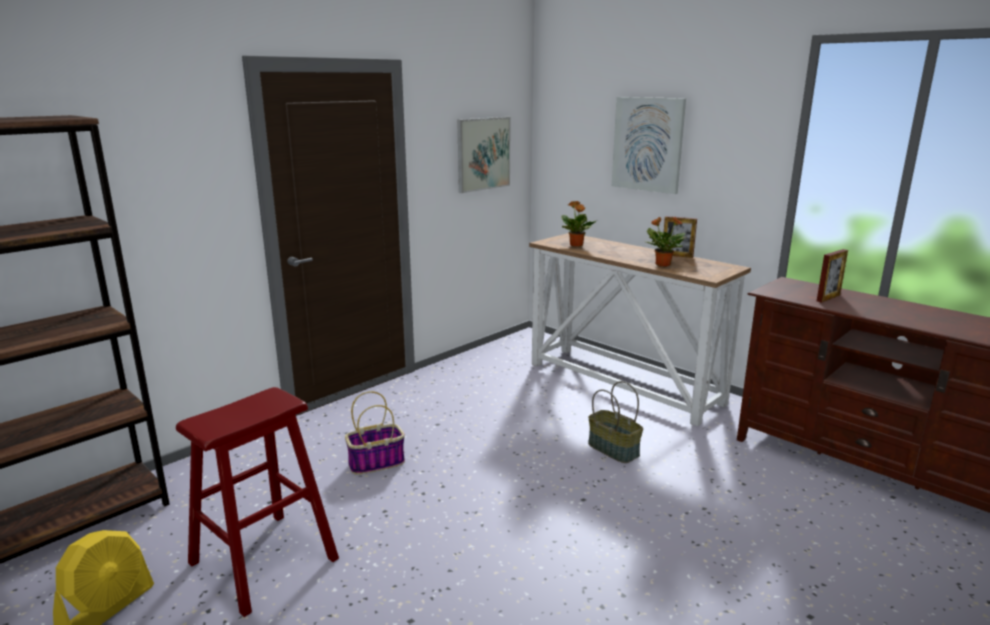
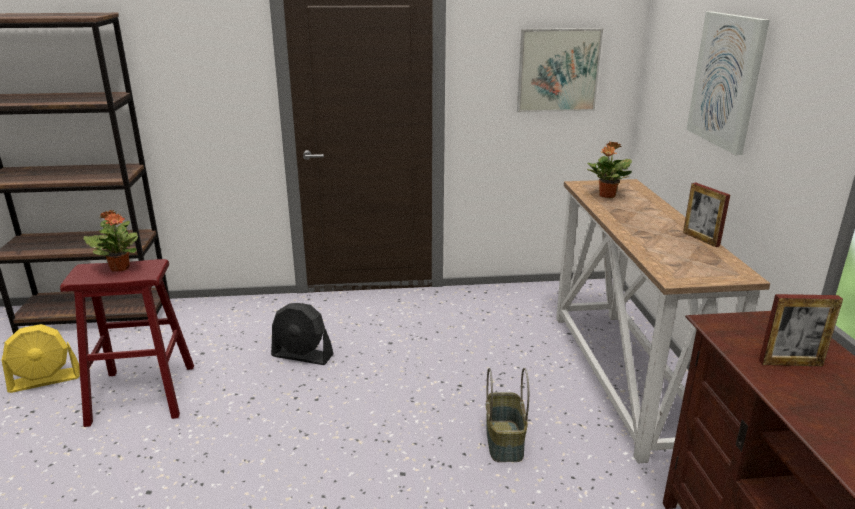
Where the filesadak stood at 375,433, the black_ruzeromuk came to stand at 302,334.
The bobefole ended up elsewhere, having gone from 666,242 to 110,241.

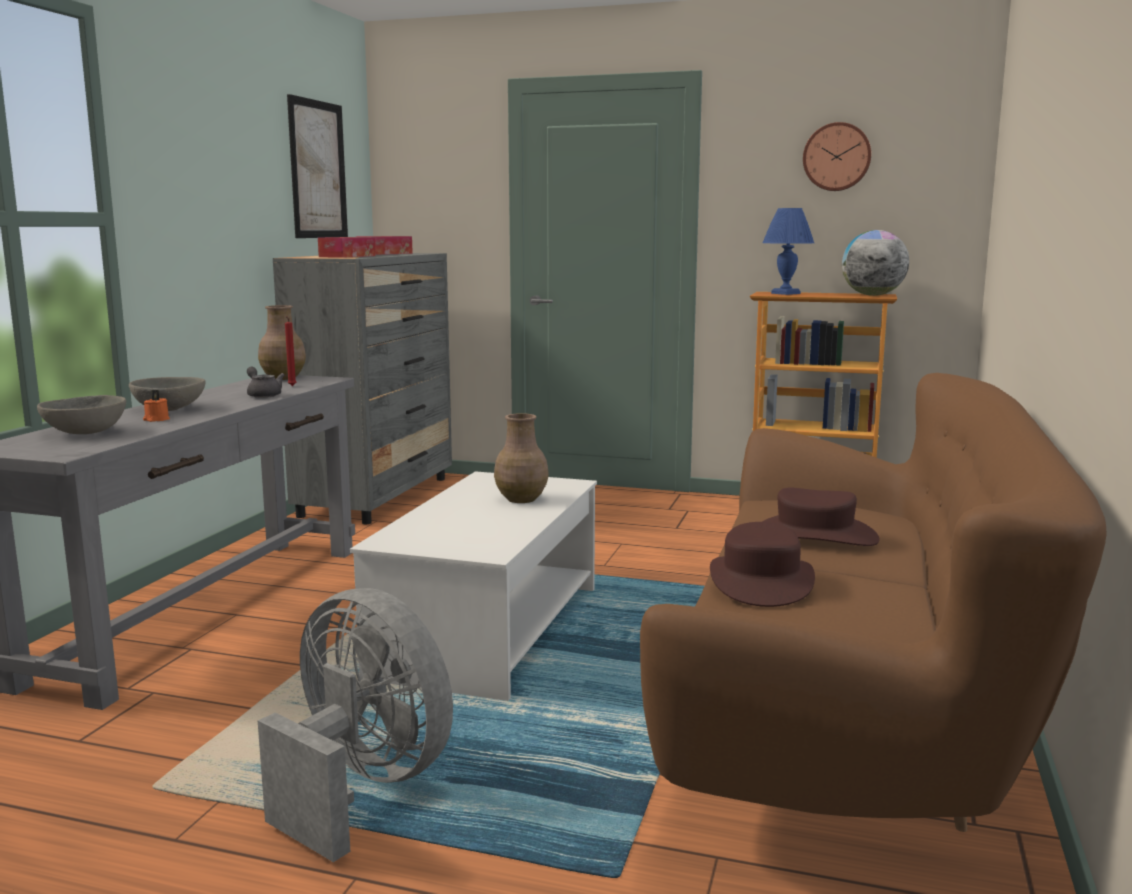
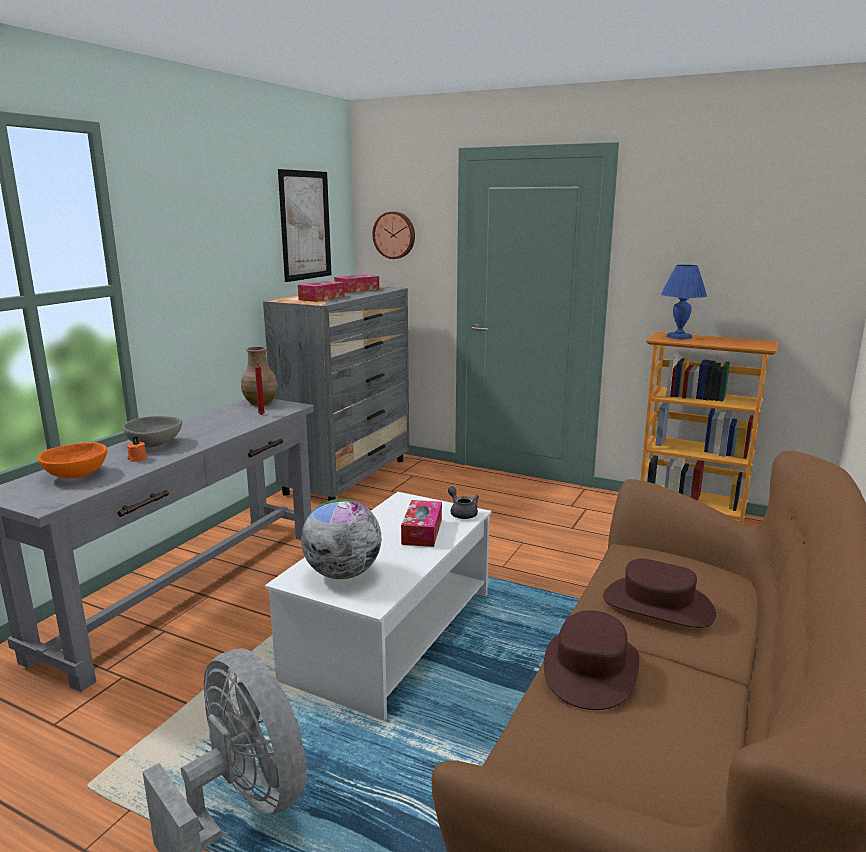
What was the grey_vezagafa at 81,414 turned into the orange_vezagafa at 72,460.
The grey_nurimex ended up elsewhere, having gone from 265,382 to 463,503.
Where the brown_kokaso stood at 521,458, the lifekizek came to stand at 421,523.
The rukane ended up elsewhere, having gone from 837,156 to 393,235.
The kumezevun ended up elsewhere, having gone from 875,263 to 341,539.

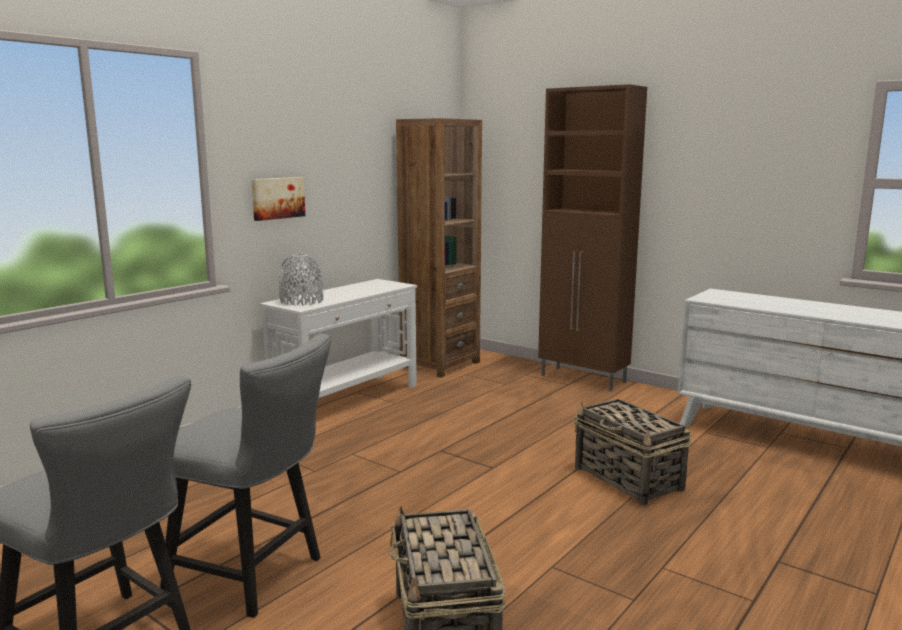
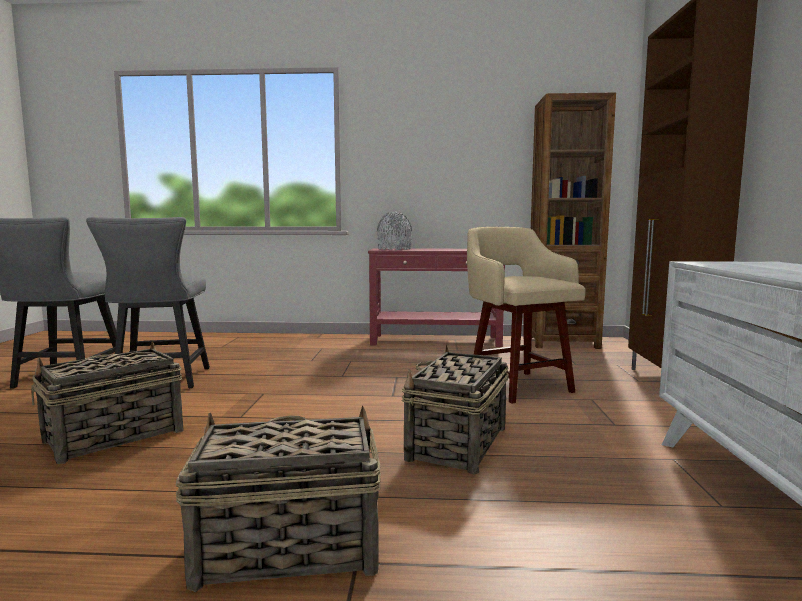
The second view lost the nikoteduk at 278,199.
What was the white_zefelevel at 338,338 turned into the red_zefelevel at 436,297.
The second view gained the filesadak at 278,499.
The second view gained the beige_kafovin at 526,315.

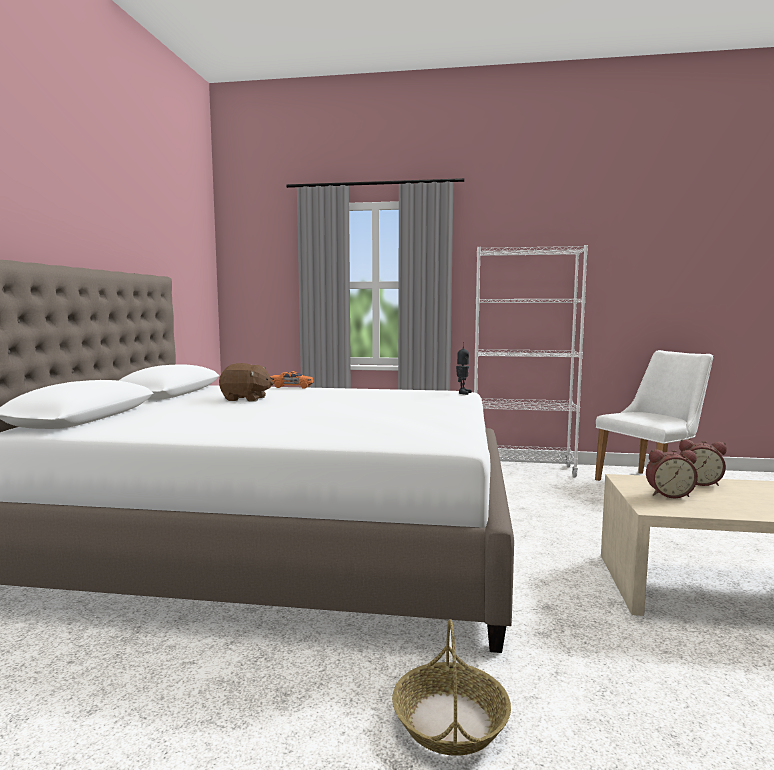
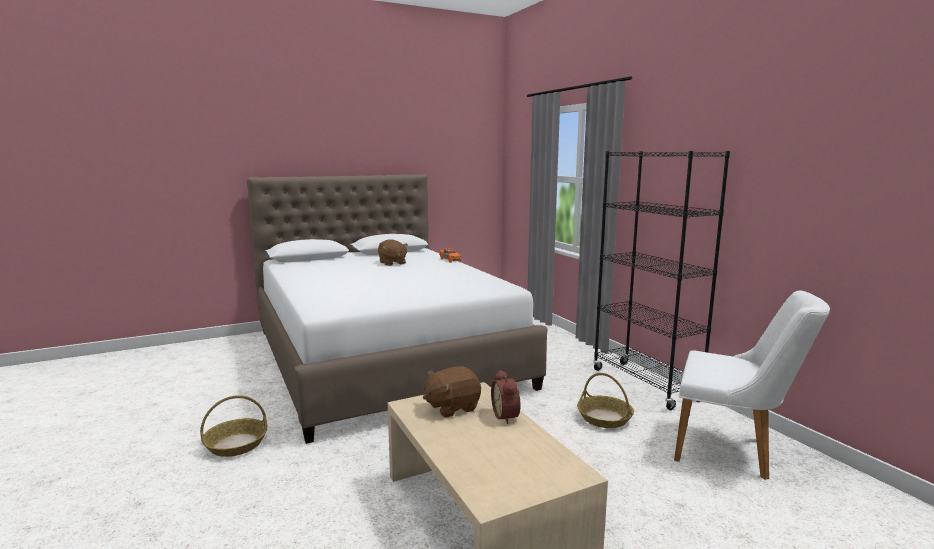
The second view lost the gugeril at 464,368.
What was the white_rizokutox at 531,361 turned into the black_rizokutox at 661,280.
Where the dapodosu stood at 672,473, the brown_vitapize came to stand at 452,392.
The second view gained the filesadak at 605,400.

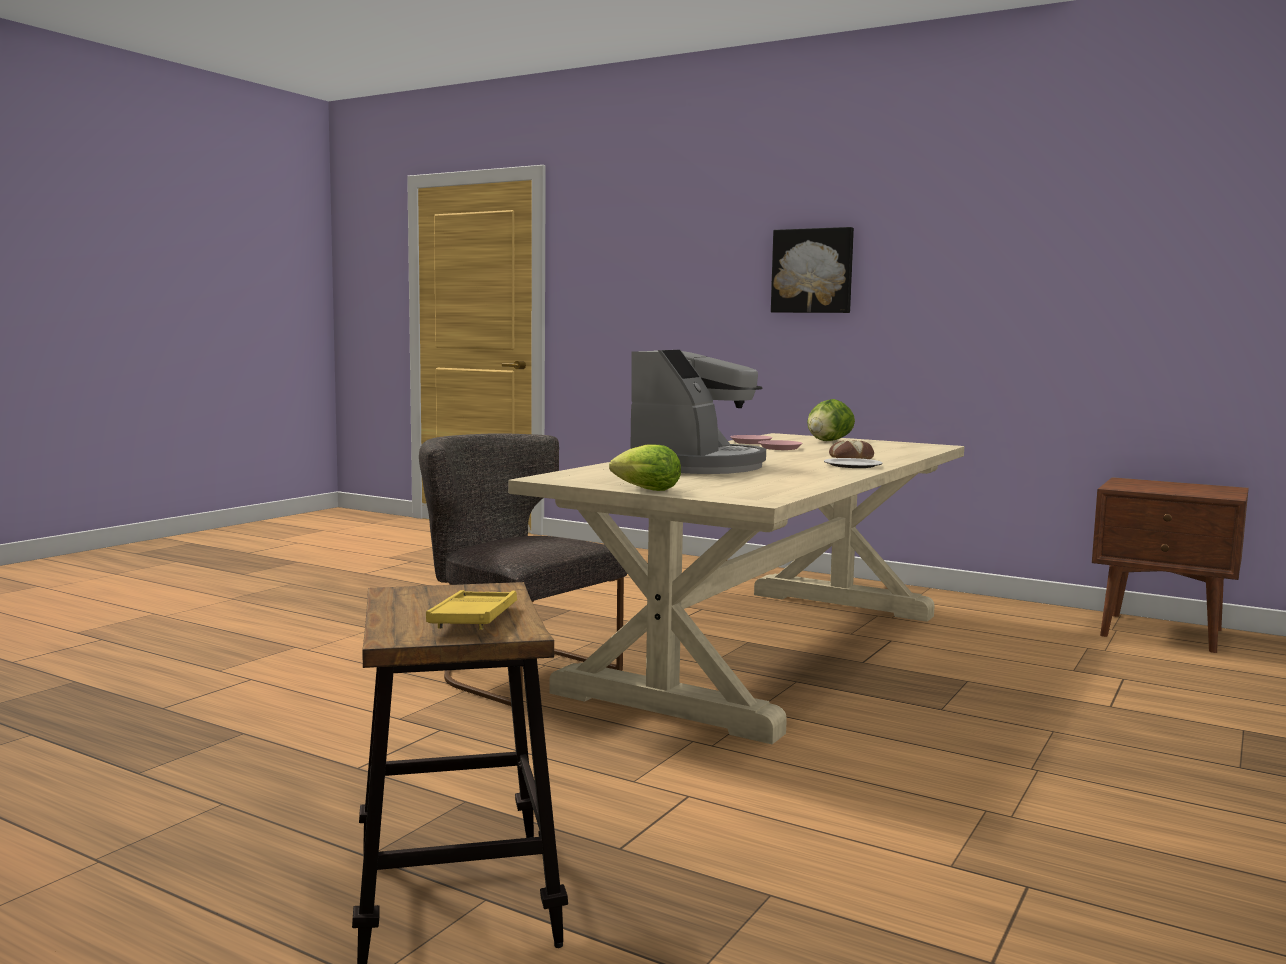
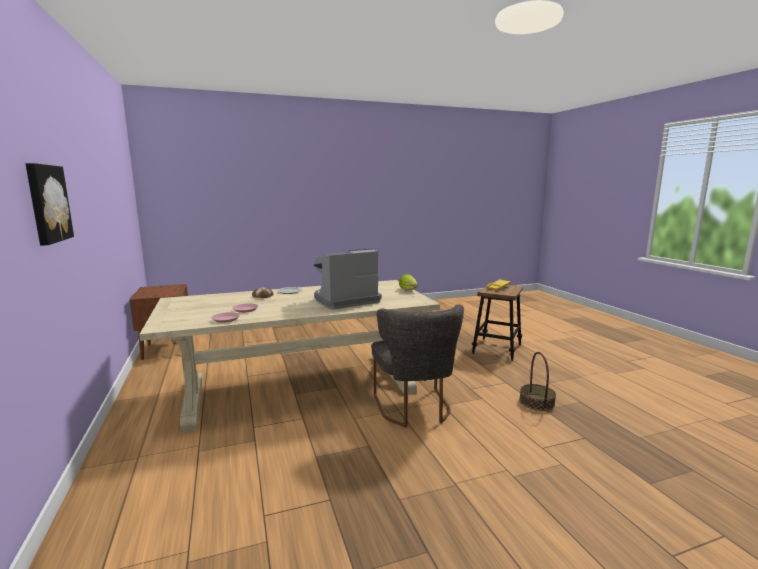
The second view lost the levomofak at 831,420.
The second view gained the filesadak at 537,381.

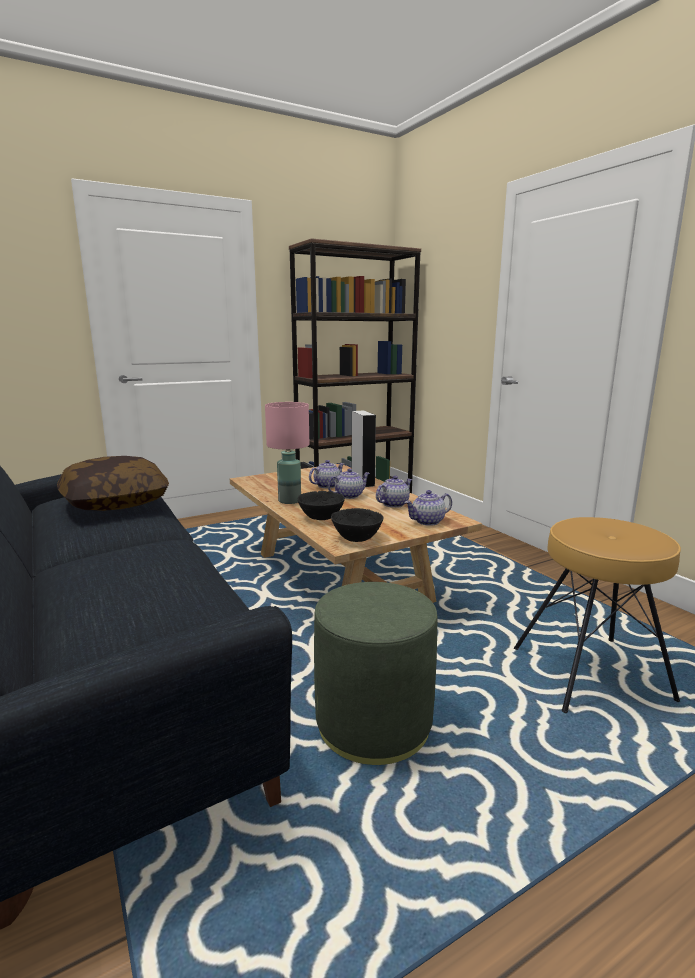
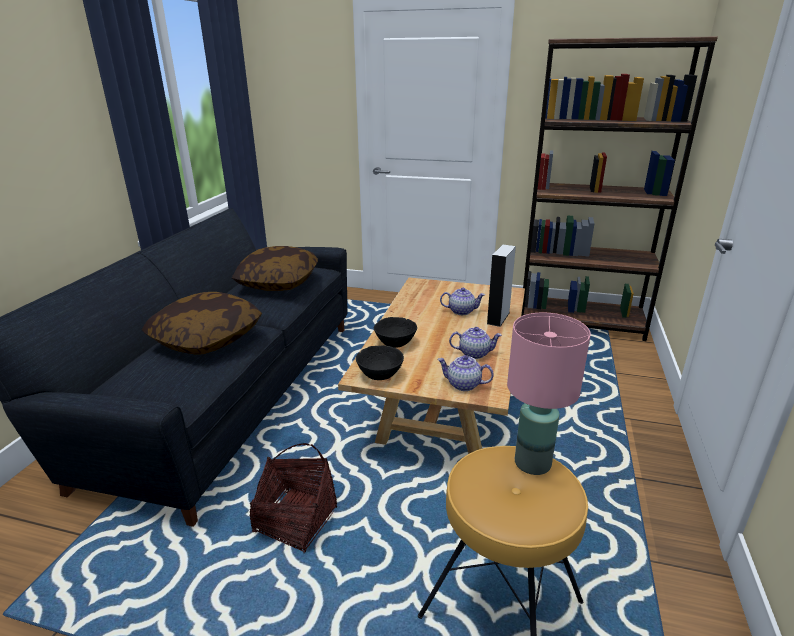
The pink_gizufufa ended up elsewhere, having gone from 287,453 to 549,394.
Where the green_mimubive stood at 375,673, the filesadak came to stand at 293,498.
The second view lost the nurimex at 349,483.
The second view gained the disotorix at 202,323.

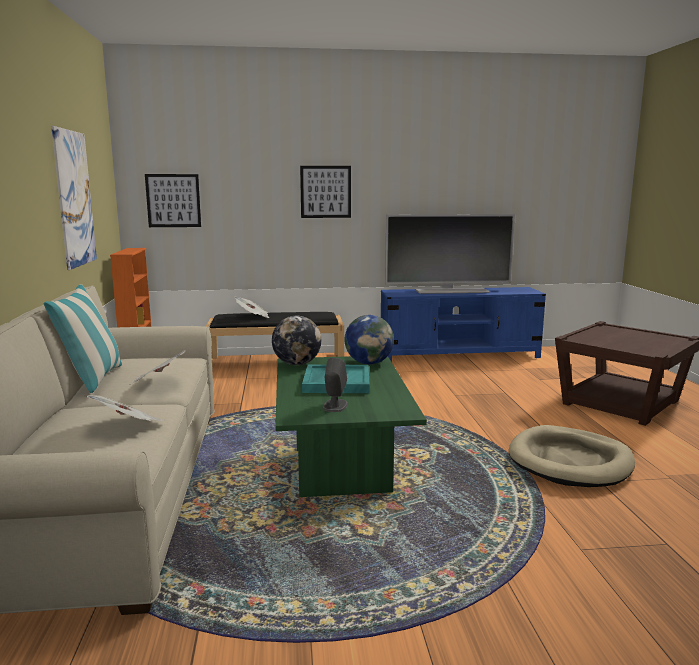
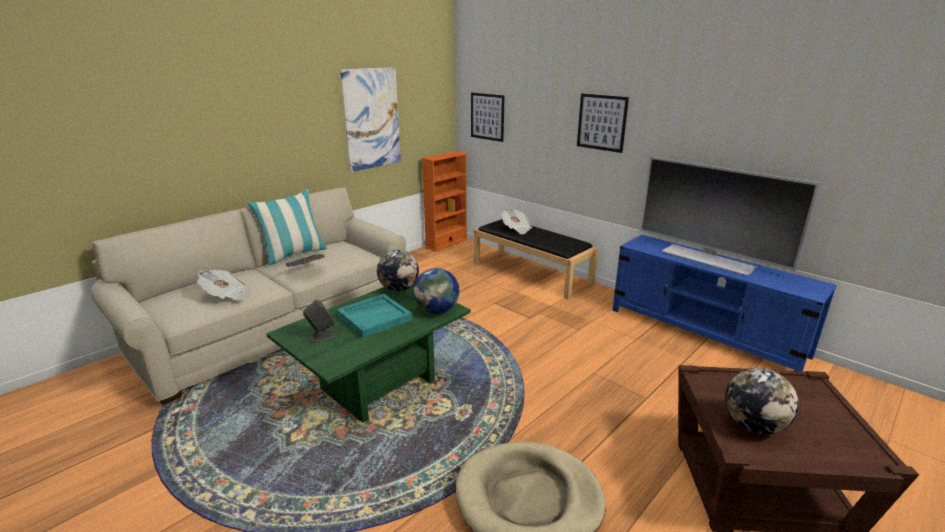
The second view gained the kumezevun at 762,401.

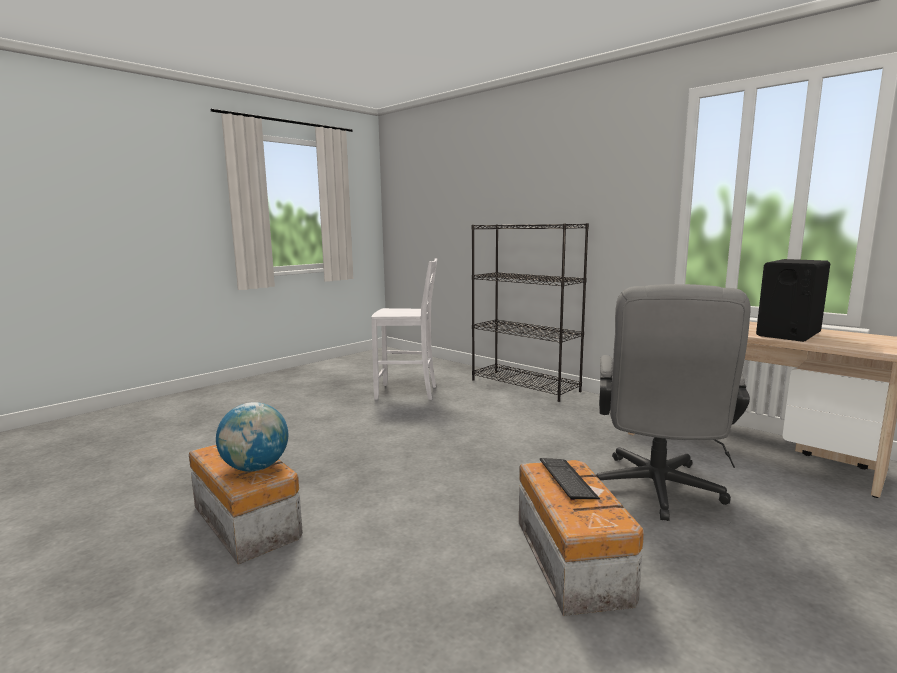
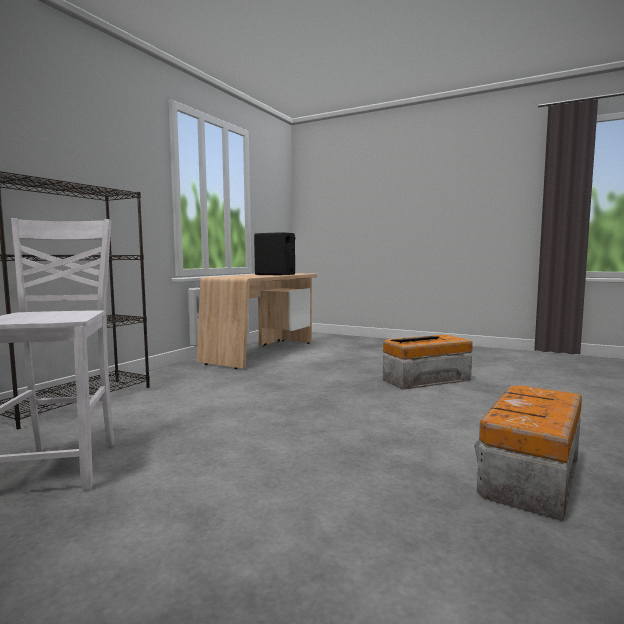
The second view lost the kumezevun at 252,437.
The second view lost the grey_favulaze at 673,402.

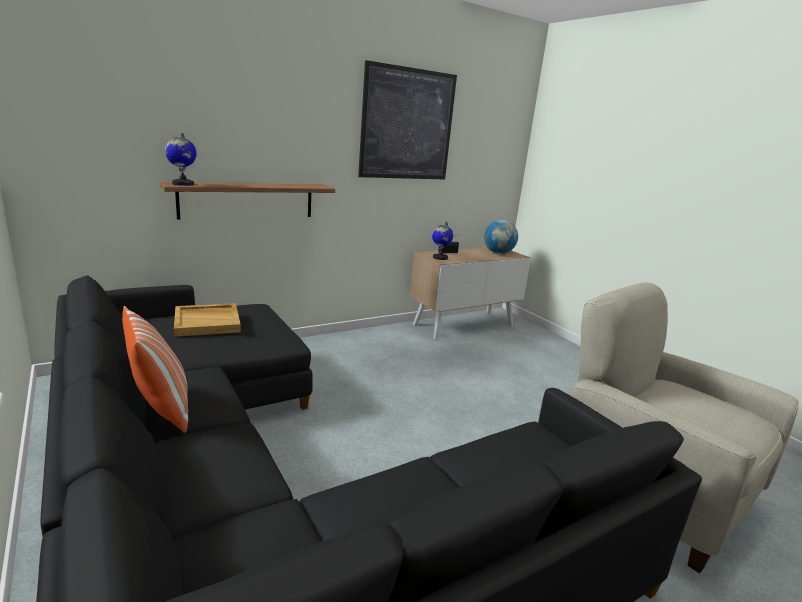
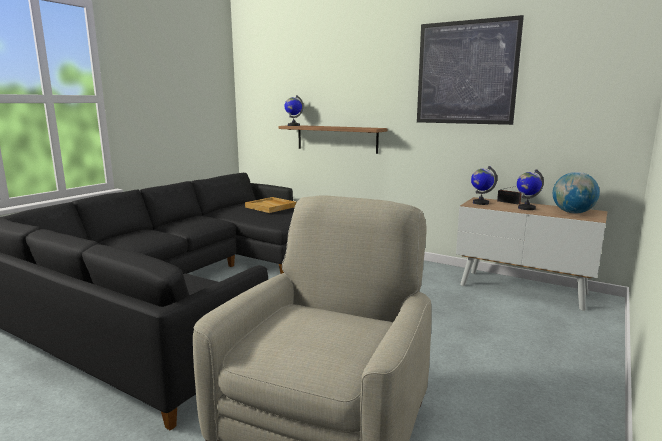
The second view lost the disotorix at 155,369.
The second view gained the kumezevun at 530,189.

